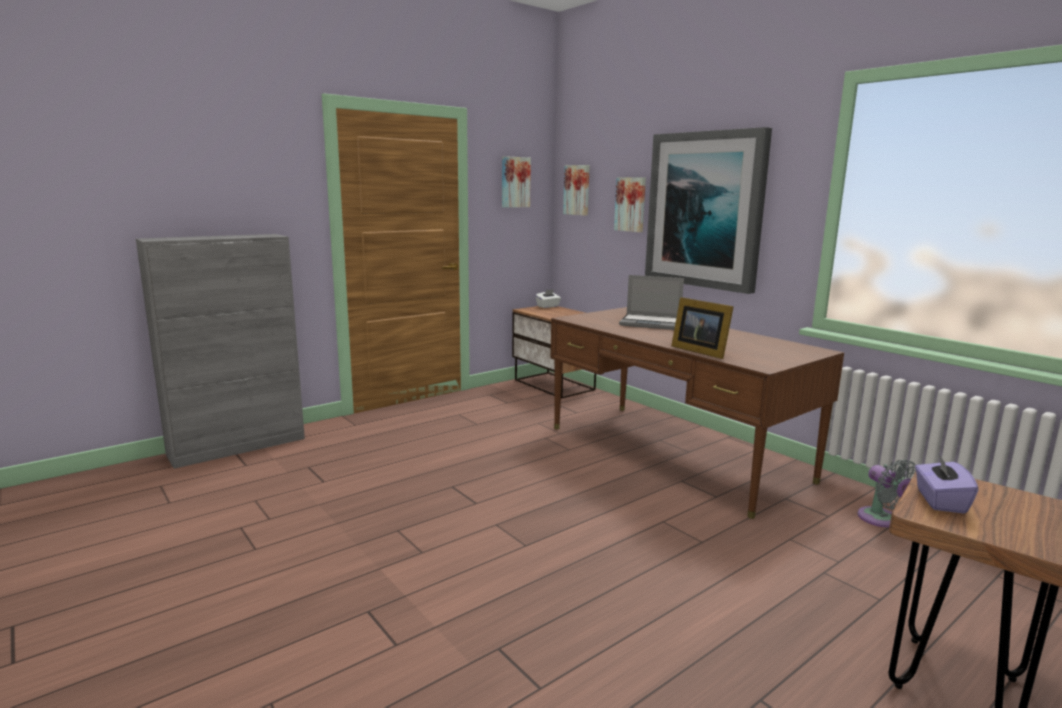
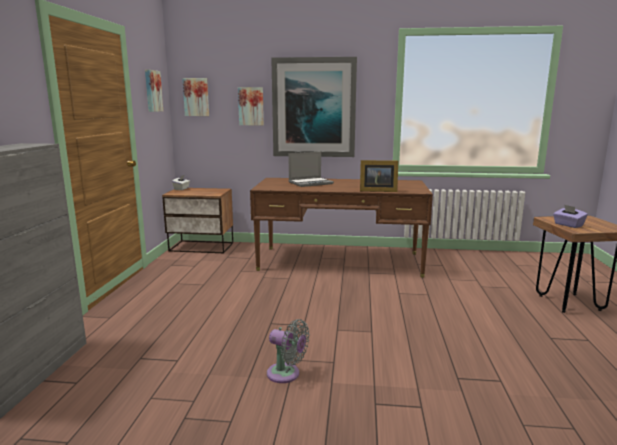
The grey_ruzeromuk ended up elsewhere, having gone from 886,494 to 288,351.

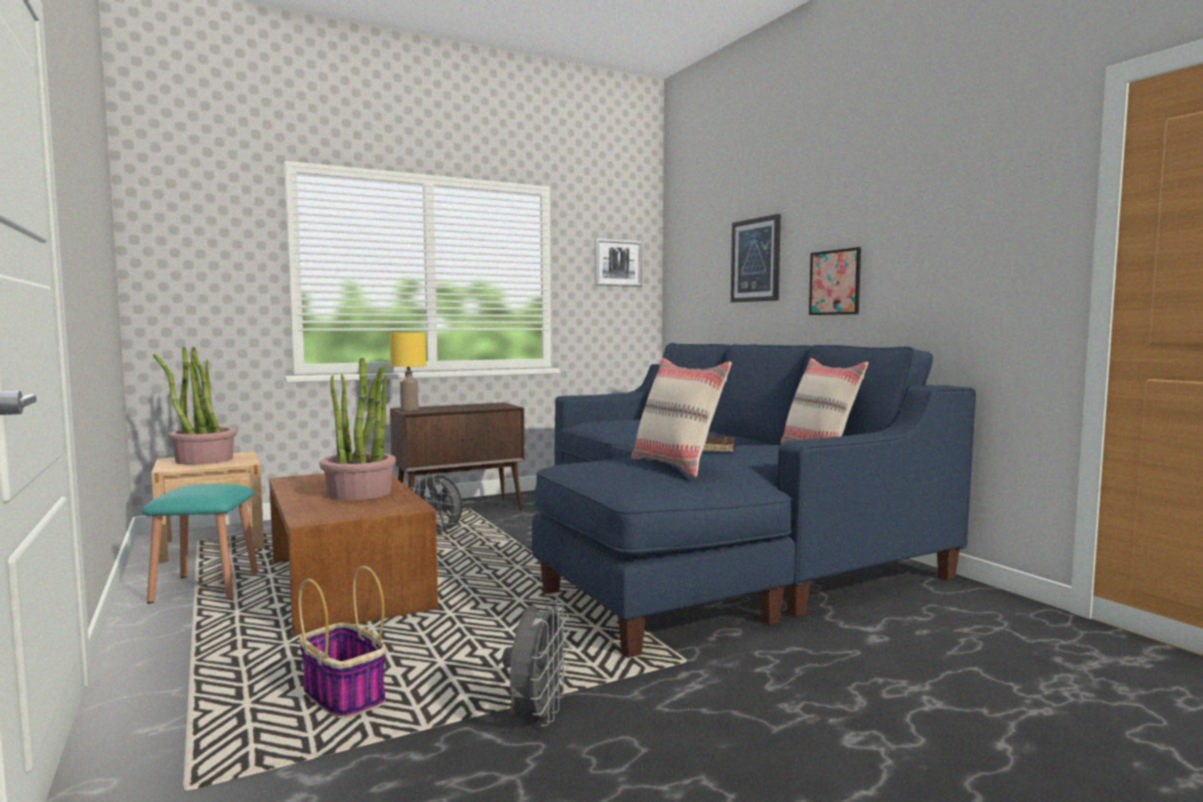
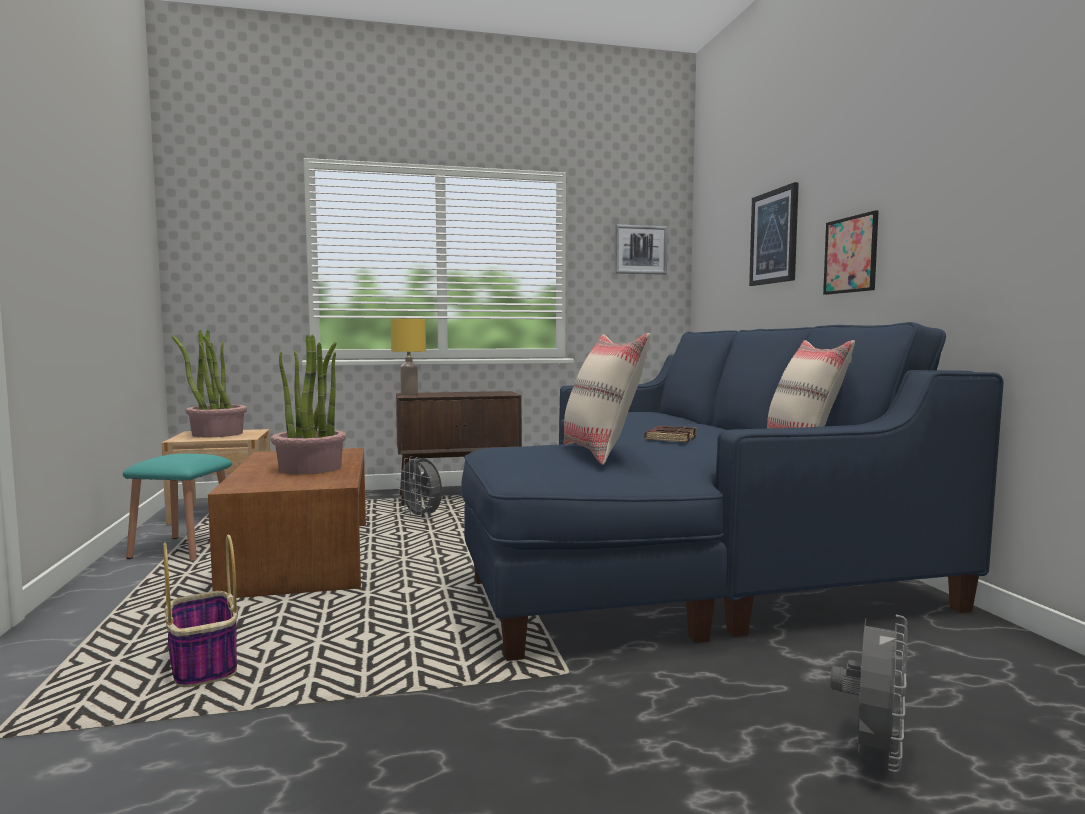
The grey_ruzeromuk ended up elsewhere, having gone from 536,663 to 869,693.

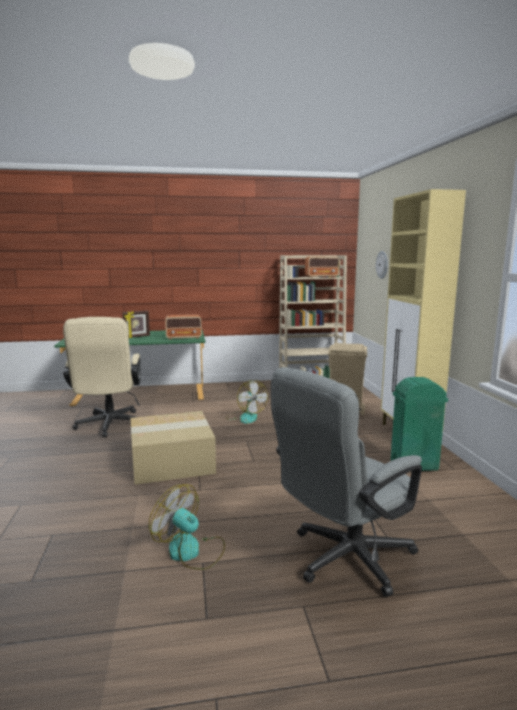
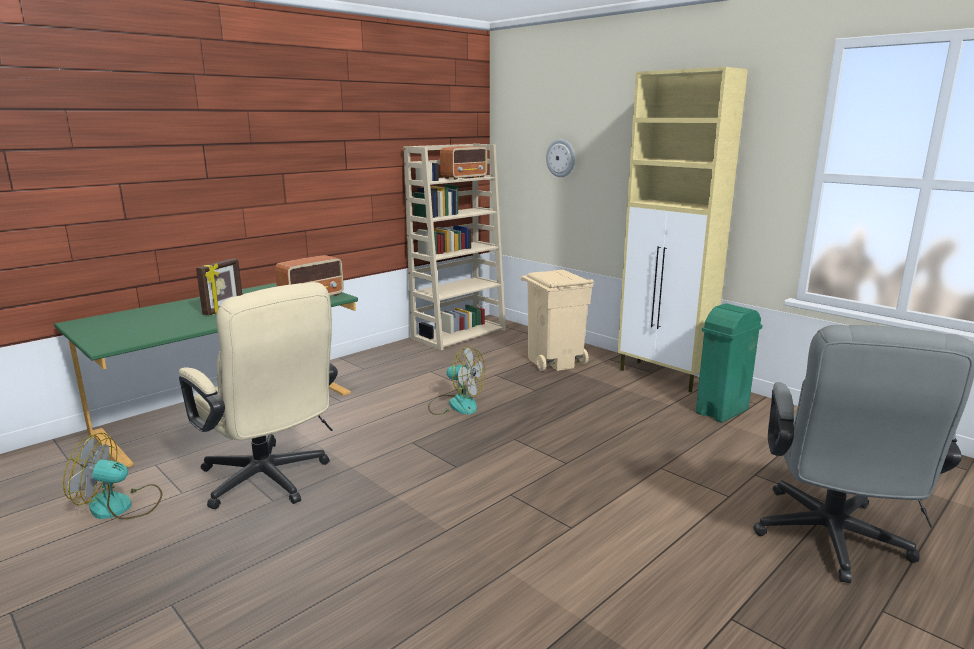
The second view lost the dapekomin at 173,448.
The ruzeromuk ended up elsewhere, having gone from 187,527 to 112,476.

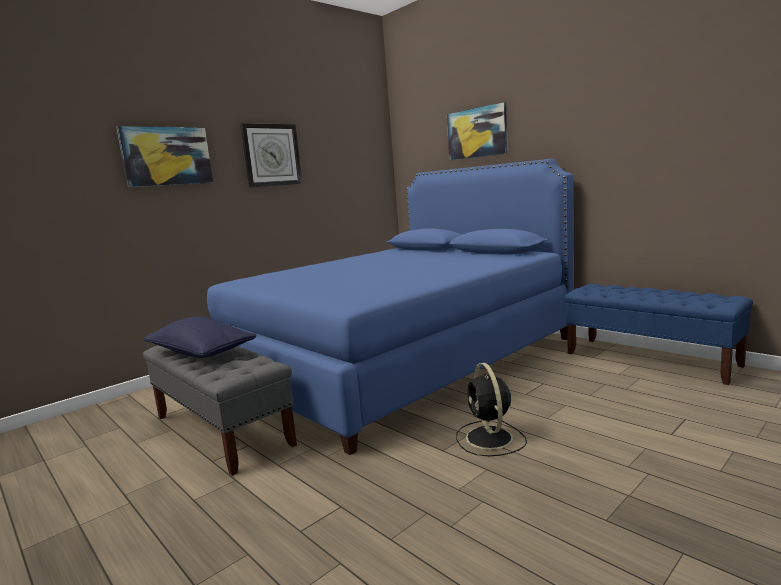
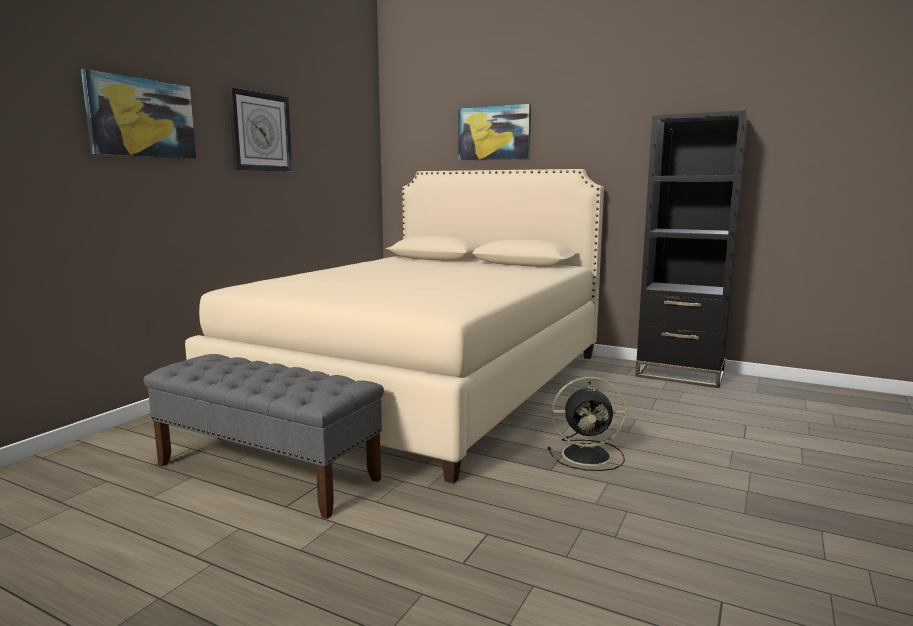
The second view lost the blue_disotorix at 200,337.
What was the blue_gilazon at 390,307 turned into the beige_gilazon at 394,326.
The black_ruzeromuk at 491,409 ended up facing another way, 60 degrees counterclockwise from before.
Where the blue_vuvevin stood at 658,334, the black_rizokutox came to stand at 691,249.

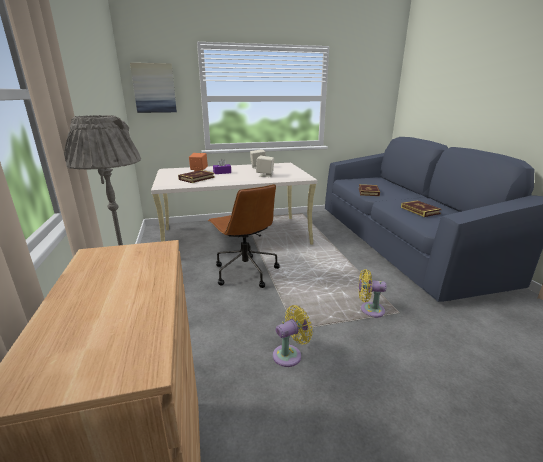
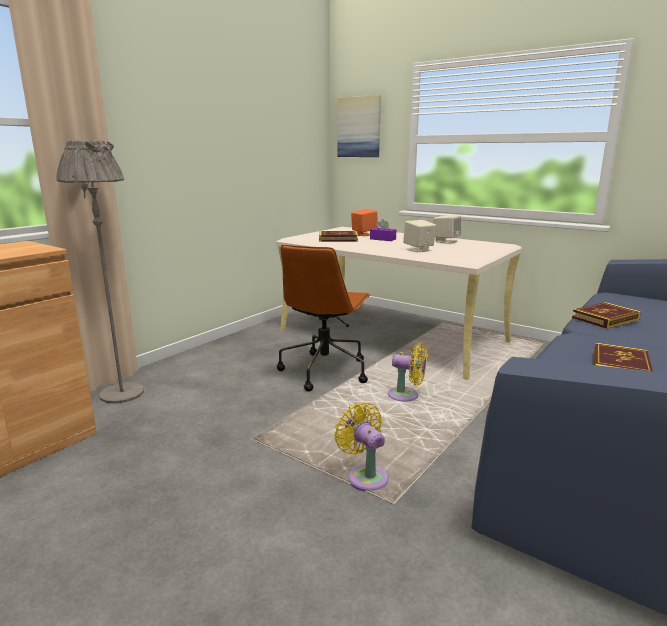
The yellow_ruzeromuk ended up elsewhere, having gone from 293,336 to 407,372.

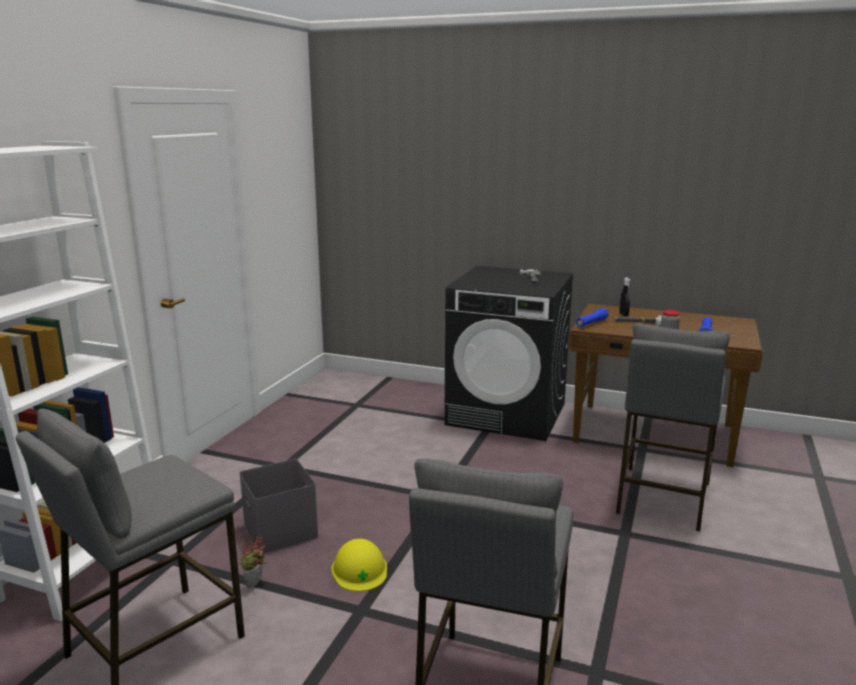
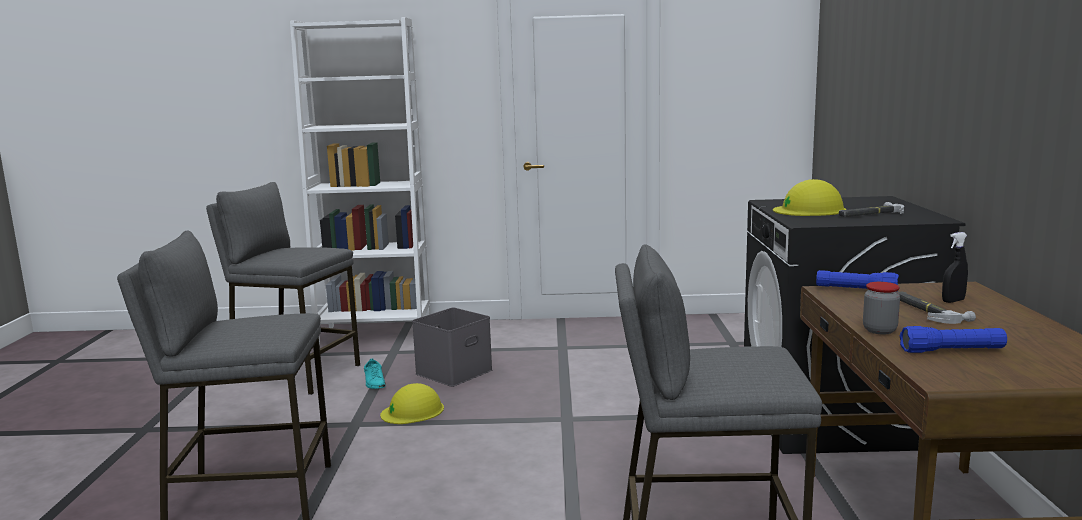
Where the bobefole stood at 253,562, the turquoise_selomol came to stand at 375,373.
The second view gained the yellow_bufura at 809,197.

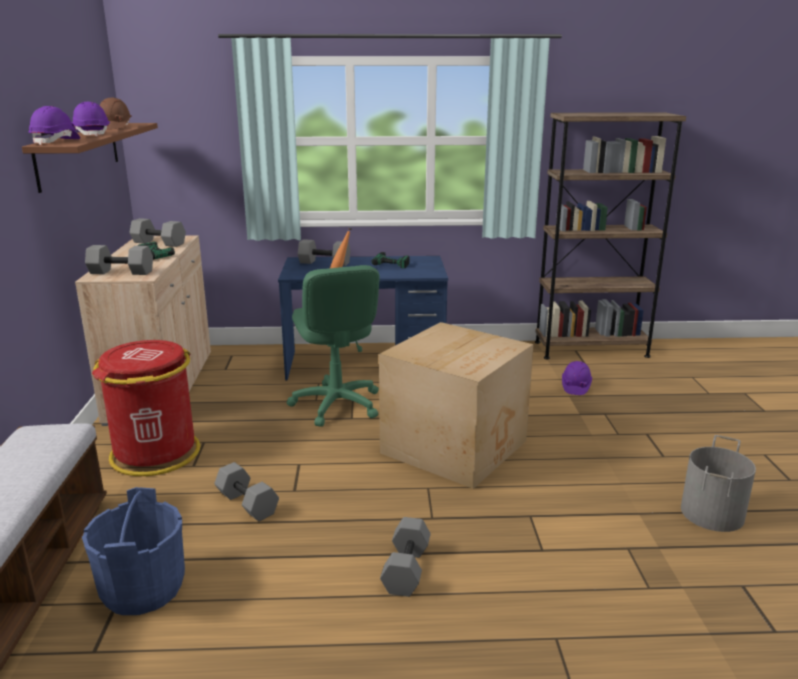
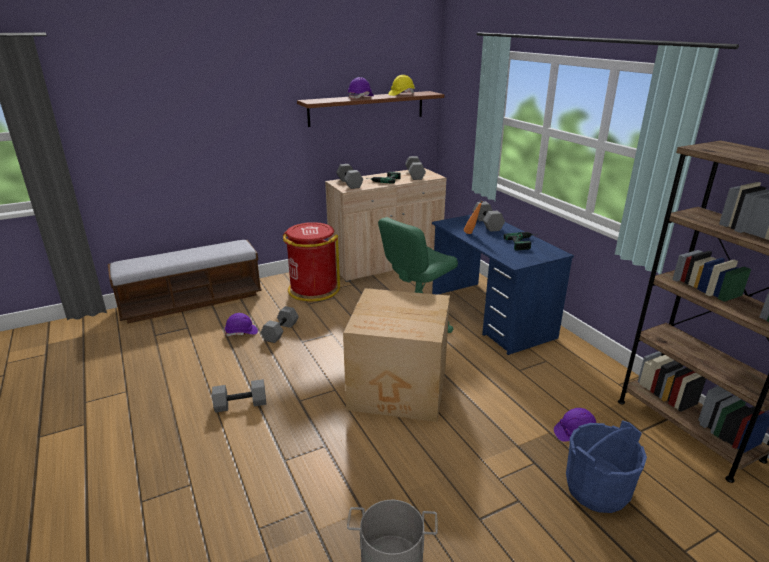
The purple_bufura ended up elsewhere, having gone from 54,125 to 241,324.
The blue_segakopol ended up elsewhere, having gone from 133,551 to 606,466.
What was the brown_bufura at 116,113 turned into the yellow_bufura at 401,85.

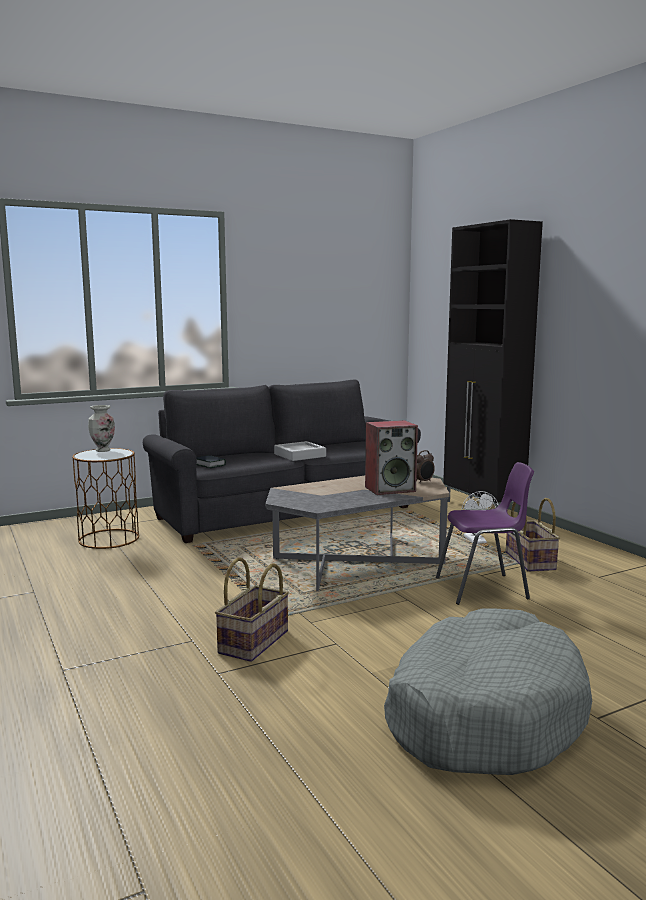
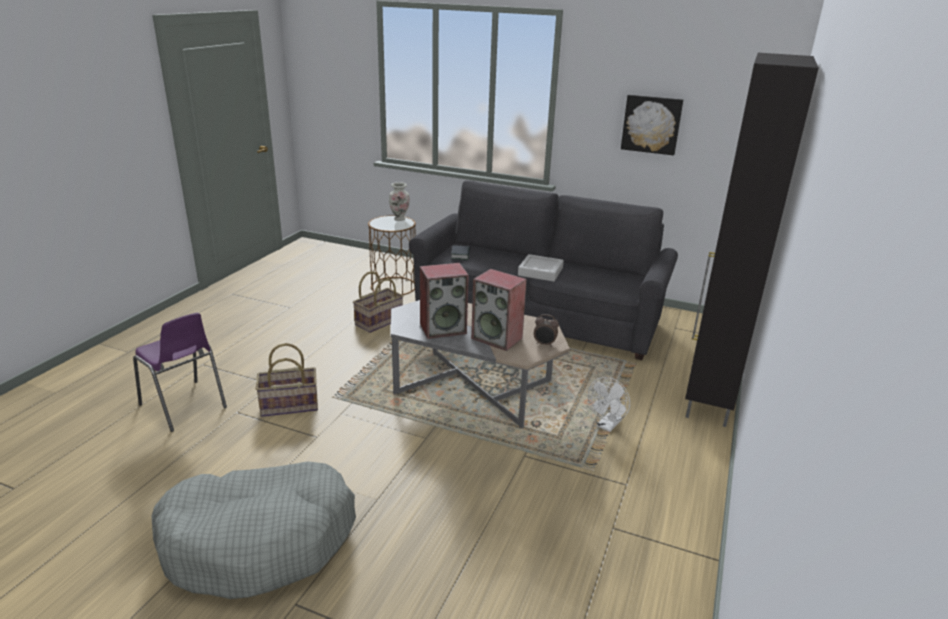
The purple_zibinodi ended up elsewhere, having gone from 485,533 to 180,372.
The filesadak ended up elsewhere, having gone from 533,535 to 378,302.
The second view gained the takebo at 444,301.
The second view gained the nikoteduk at 652,125.

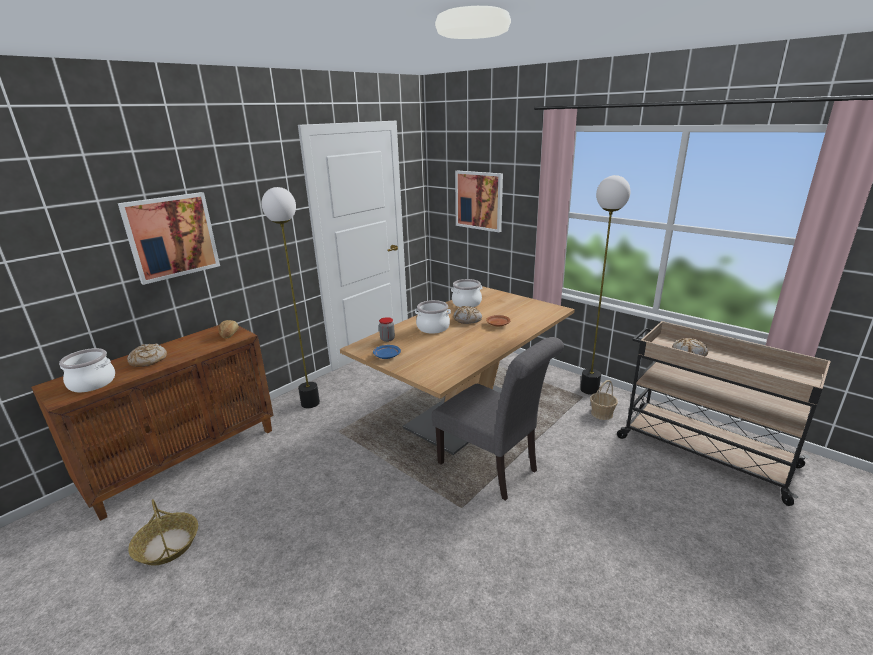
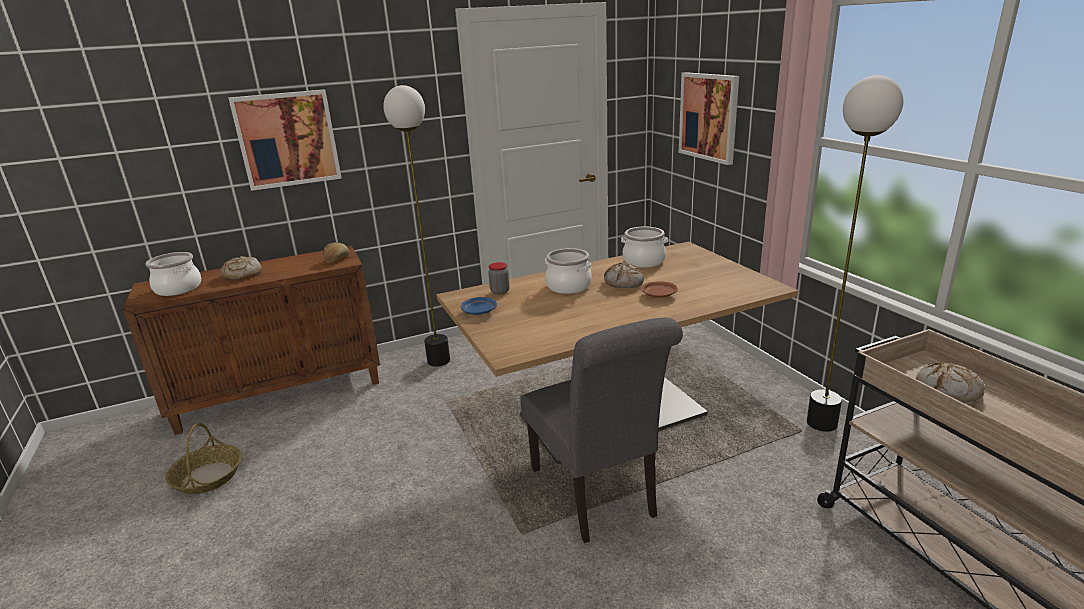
The second view lost the filesadak at 604,400.

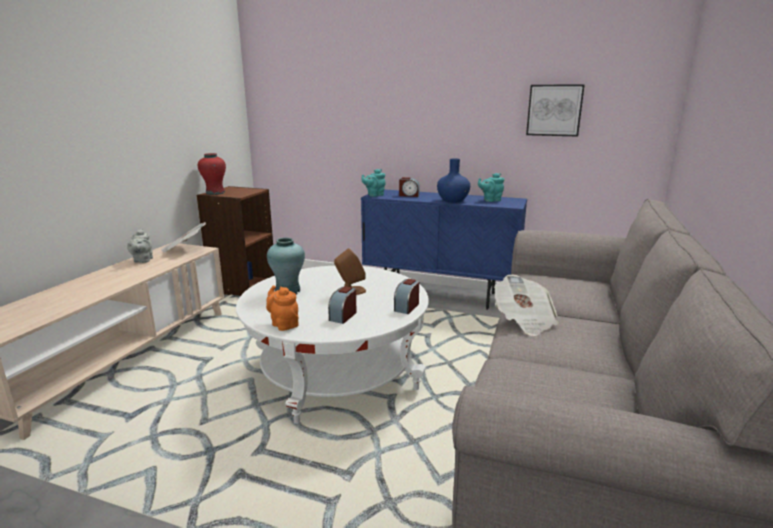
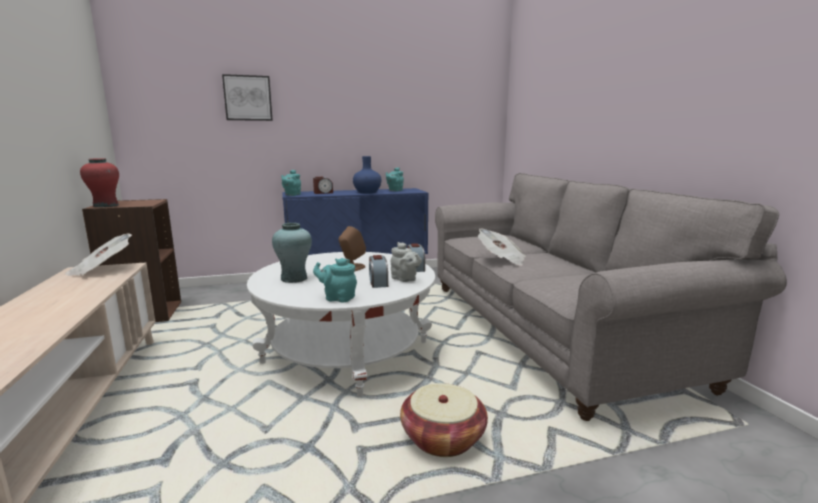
The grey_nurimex ended up elsewhere, having gone from 140,246 to 406,262.
What was the orange_nurimex at 282,308 turned into the turquoise_nurimex at 335,280.
The nikoteduk ended up elsewhere, having gone from 555,110 to 247,97.
The second view gained the filesadak at 444,420.

